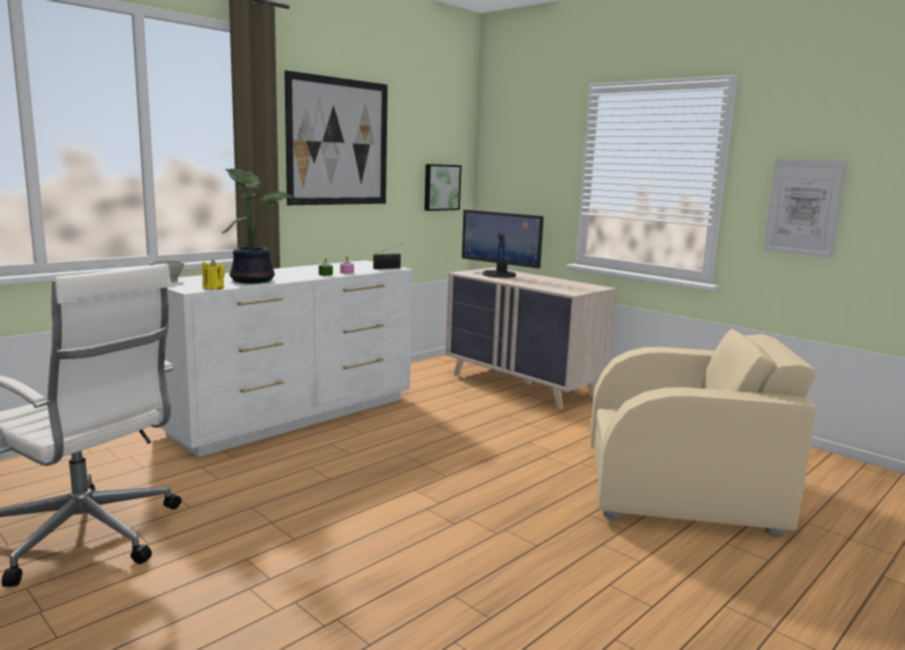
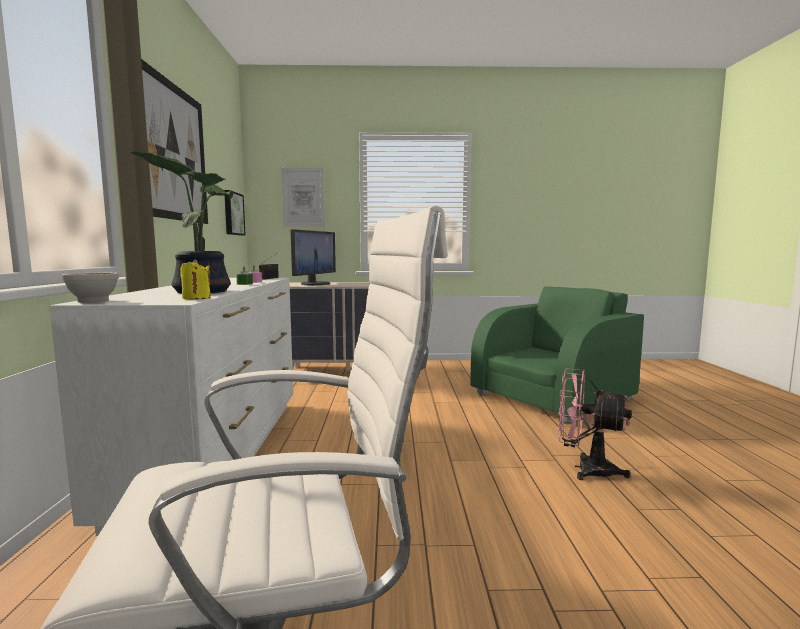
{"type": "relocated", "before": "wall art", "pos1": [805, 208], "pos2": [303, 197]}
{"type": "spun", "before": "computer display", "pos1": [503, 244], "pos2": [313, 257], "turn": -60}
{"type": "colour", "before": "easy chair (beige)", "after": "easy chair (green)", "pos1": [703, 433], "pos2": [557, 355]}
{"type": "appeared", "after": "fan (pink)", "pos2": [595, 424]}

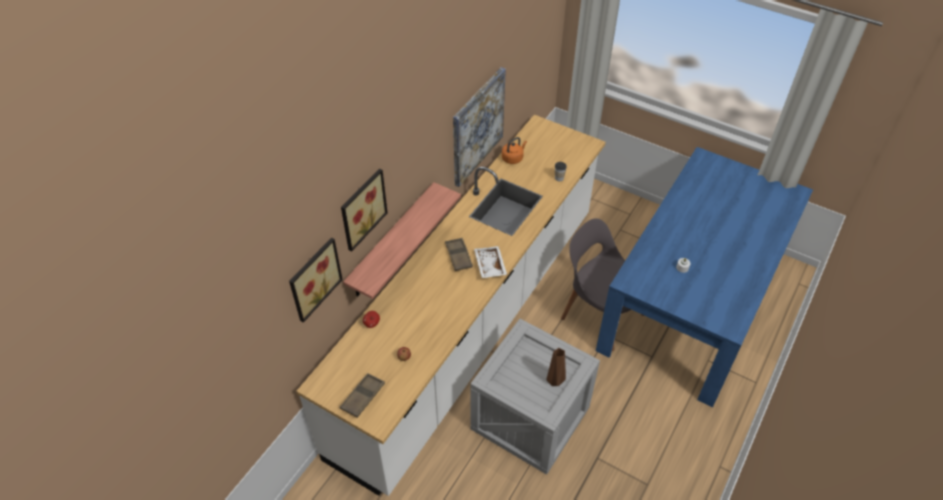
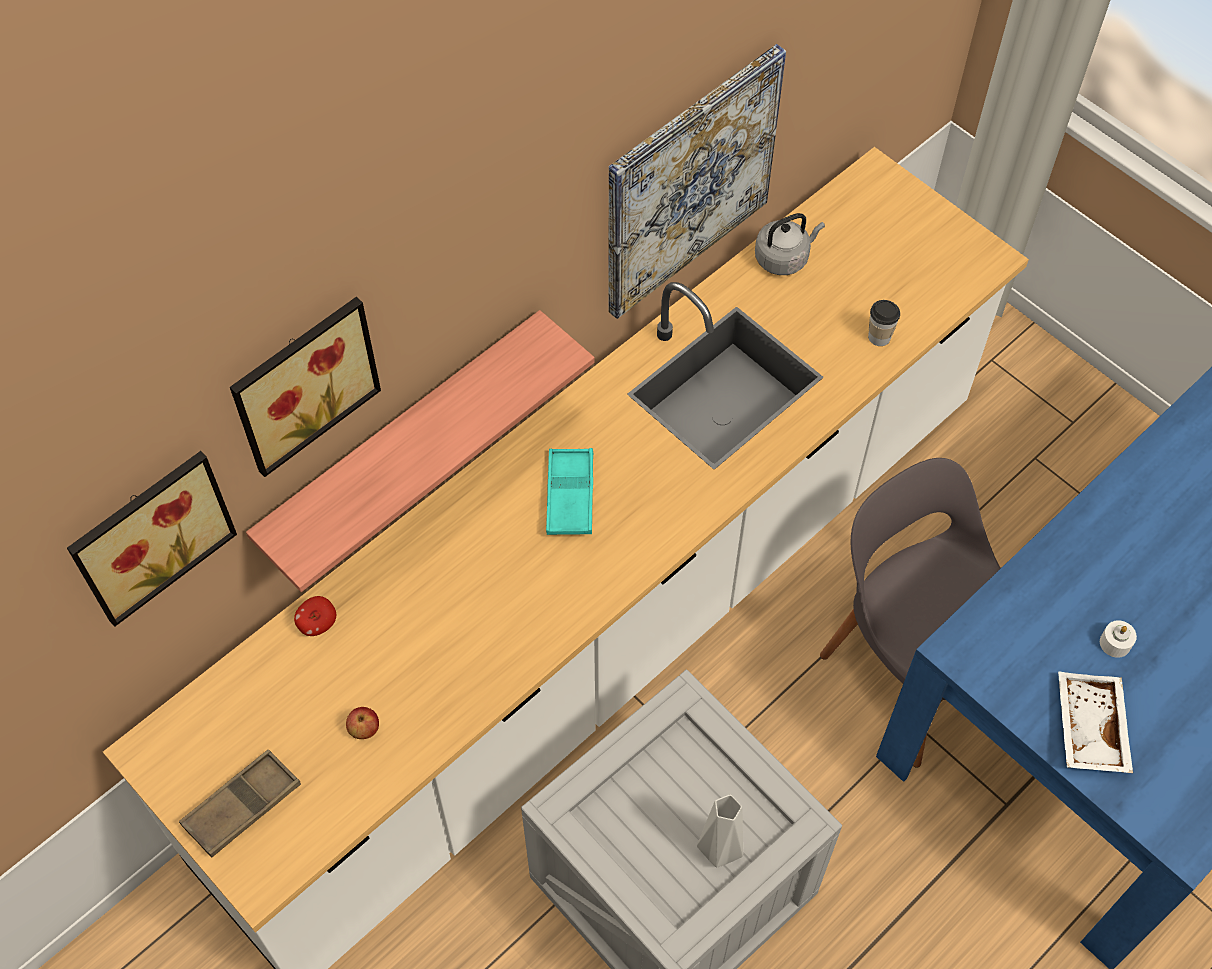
{"type": "colour", "before": "tea kettle (orangey)", "after": "tea kettle (gray)", "pos1": [514, 150], "pos2": [790, 244]}
{"type": "colour", "before": "serving tray (brownish)", "after": "serving tray (blue-green)", "pos1": [459, 254], "pos2": [569, 491]}
{"type": "relocated", "before": "serving tray (white-coloured)", "pos1": [490, 262], "pos2": [1095, 722]}
{"type": "colour", "before": "decorative vase (brownish)", "after": "decorative vase (gray)", "pos1": [556, 367], "pos2": [720, 830]}

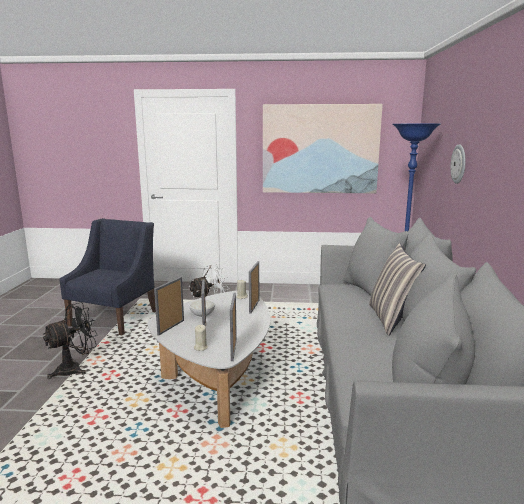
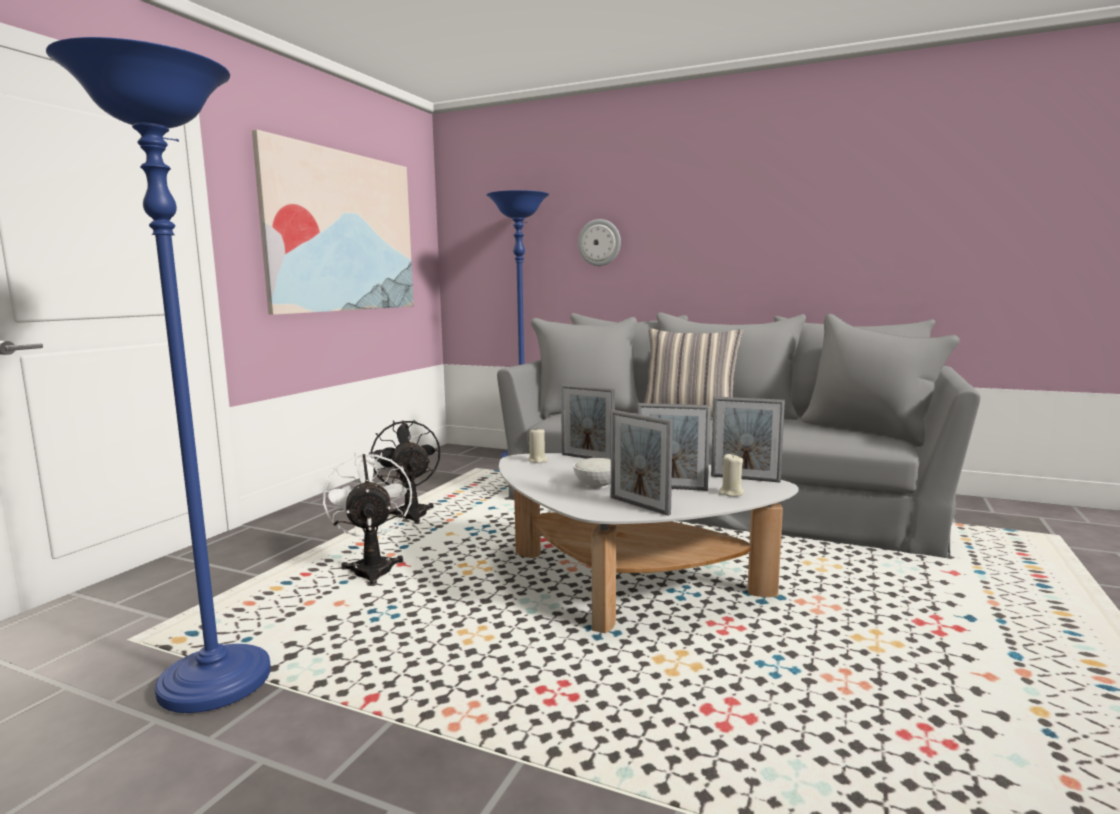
{"type": "exchanged", "before": "easy chair (bluish)", "after": "standing lamp (bluish)", "pos1": [108, 276], "pos2": [158, 375]}
{"type": "relocated", "before": "fan (black-coloured)", "pos1": [70, 340], "pos2": [404, 472]}

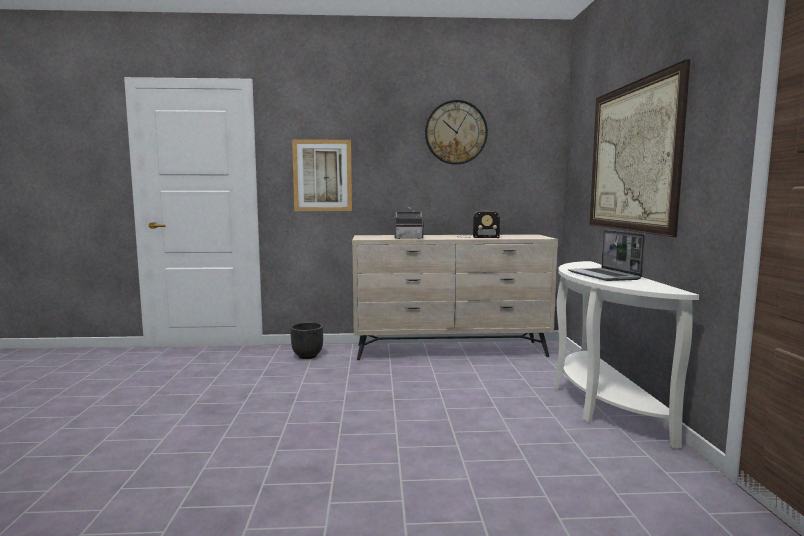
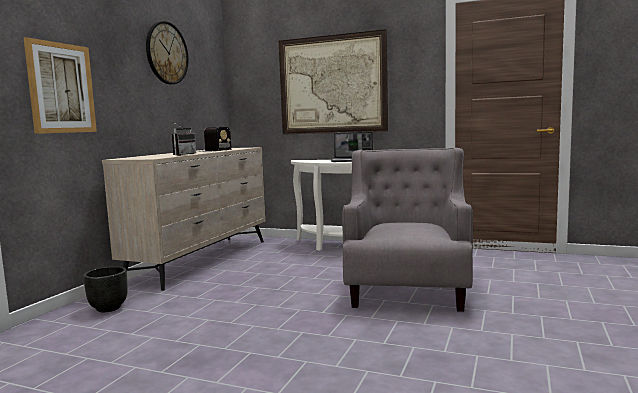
{"type": "appeared", "after": "easy chair (gray)", "pos2": [407, 229]}

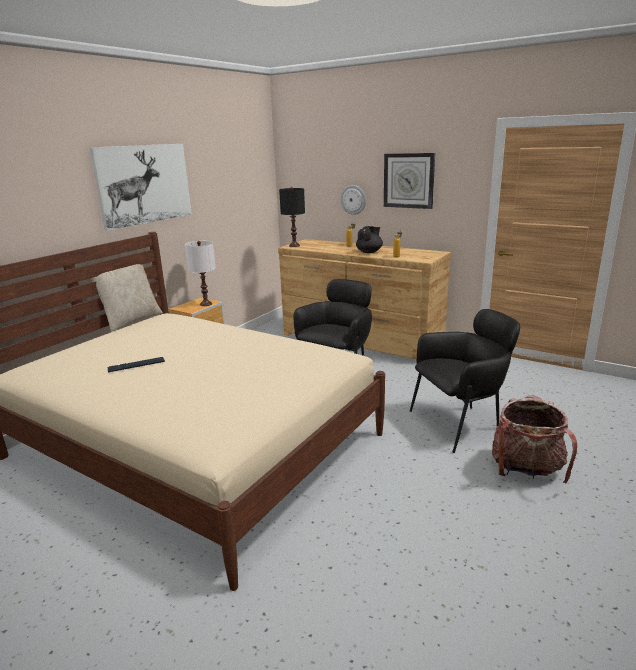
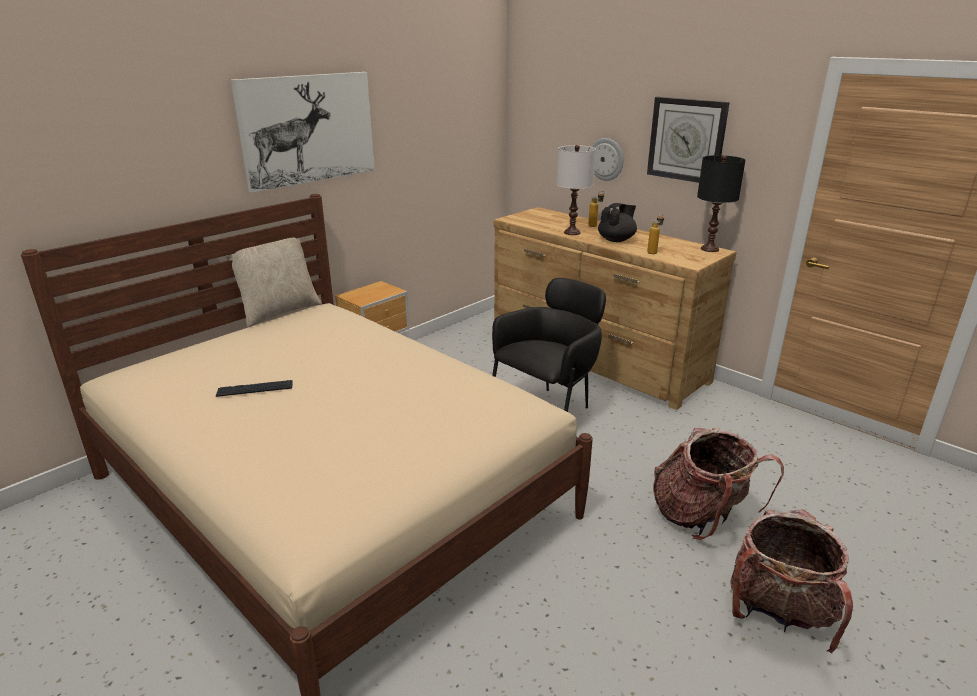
{"type": "relocated", "before": "table lamp (black-coloured)", "pos1": [292, 217], "pos2": [721, 203]}
{"type": "relocated", "before": "table lamp (white-coloured)", "pos1": [200, 273], "pos2": [576, 190]}
{"type": "exchanged", "before": "easy chair (black-coloured)", "after": "rucksack", "pos1": [464, 381], "pos2": [718, 484]}

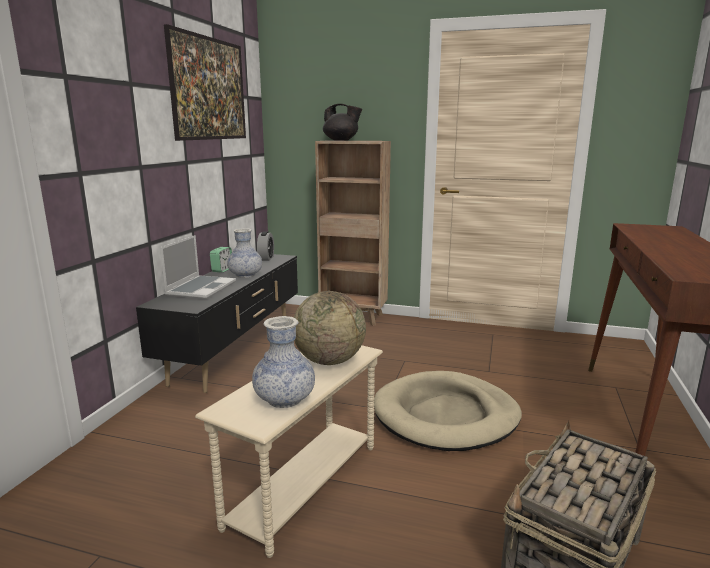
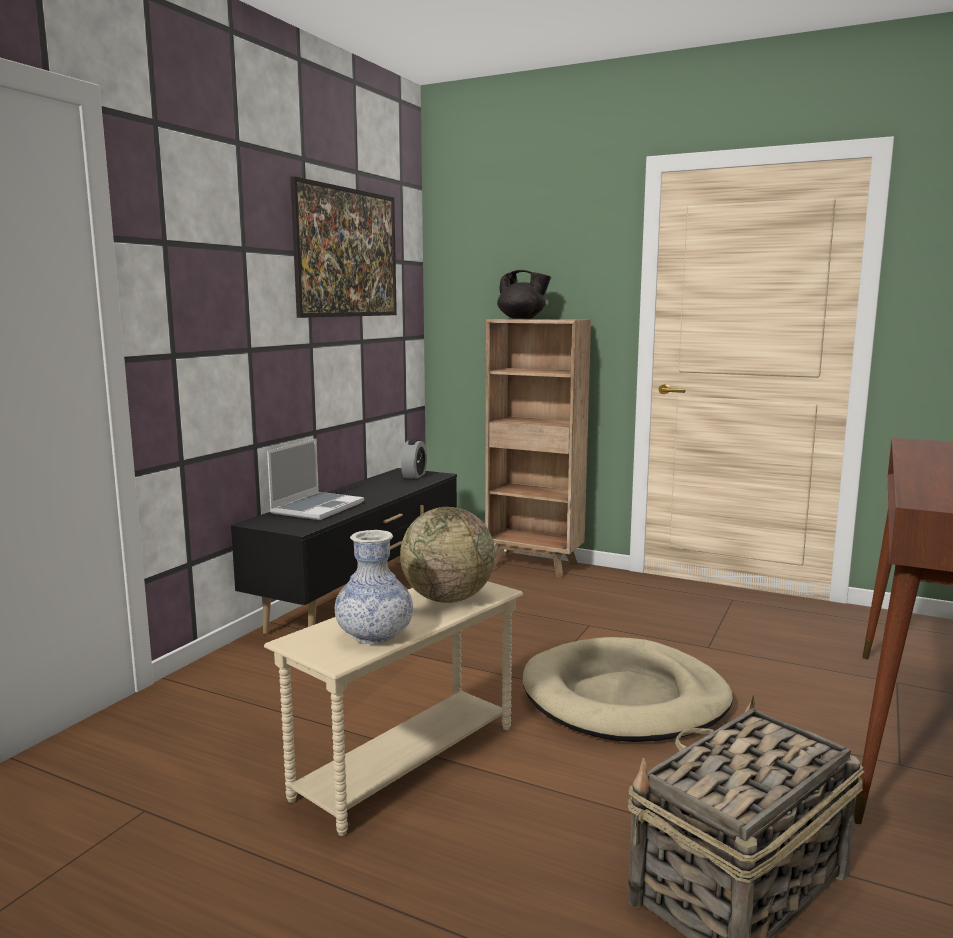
{"type": "missing", "before": "decorative vase", "pos1": [244, 253]}
{"type": "missing", "before": "alarm clock", "pos1": [221, 260]}

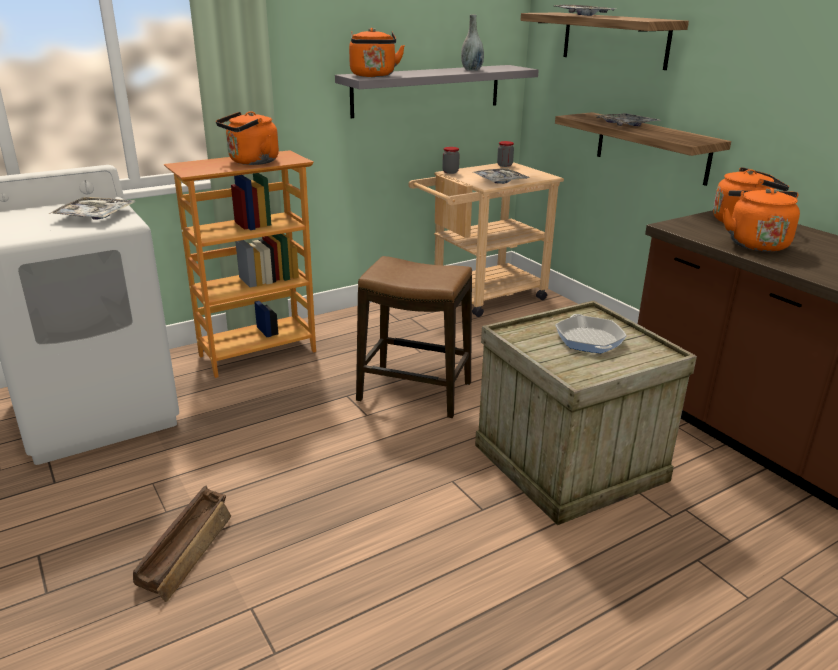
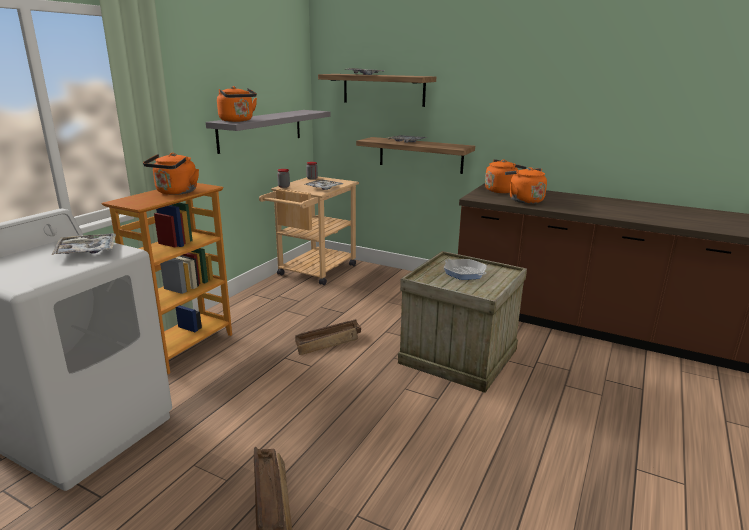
{"type": "missing", "before": "decorative vase (gray)", "pos1": [472, 42]}
{"type": "exchanged", "before": "sitting stool", "after": "crate", "pos1": [414, 337], "pos2": [328, 337]}

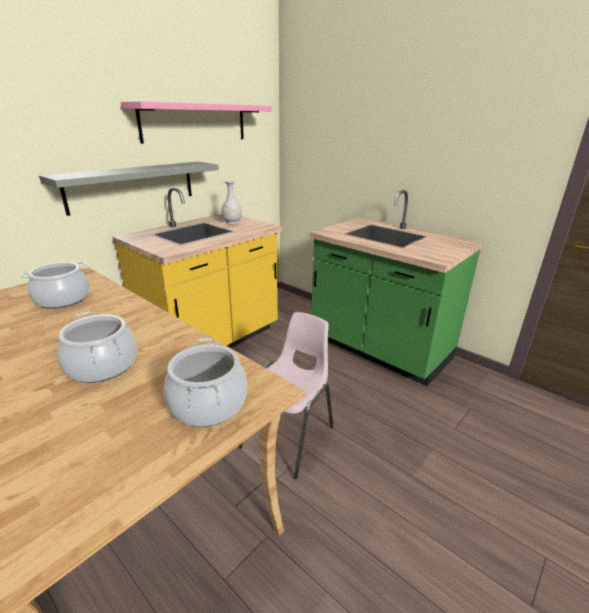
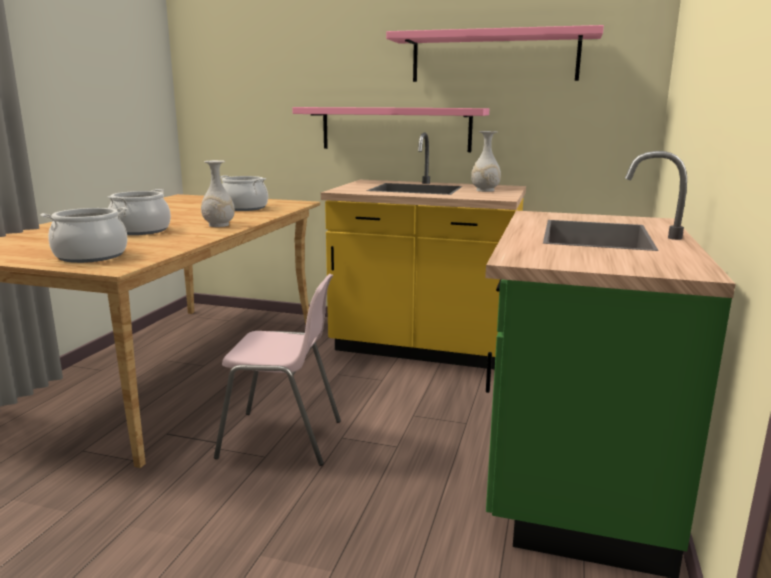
{"type": "colour", "before": "shelf (gray)", "after": "shelf (pink)", "pos1": [129, 189], "pos2": [390, 129]}
{"type": "appeared", "after": "decorative vase (white-coloured)", "pos2": [218, 193]}

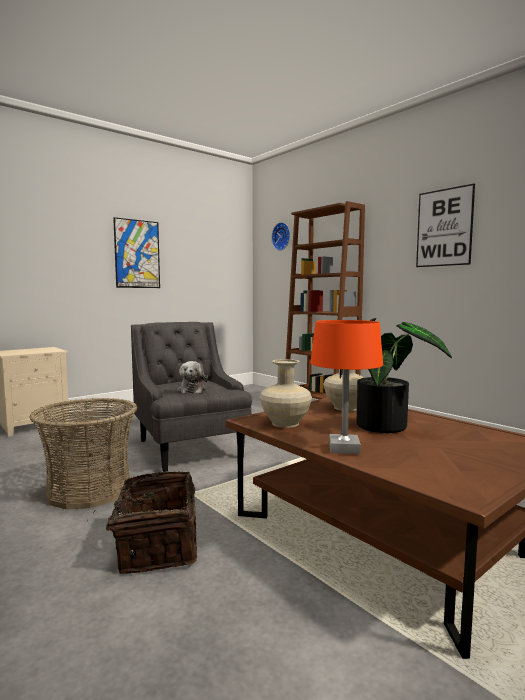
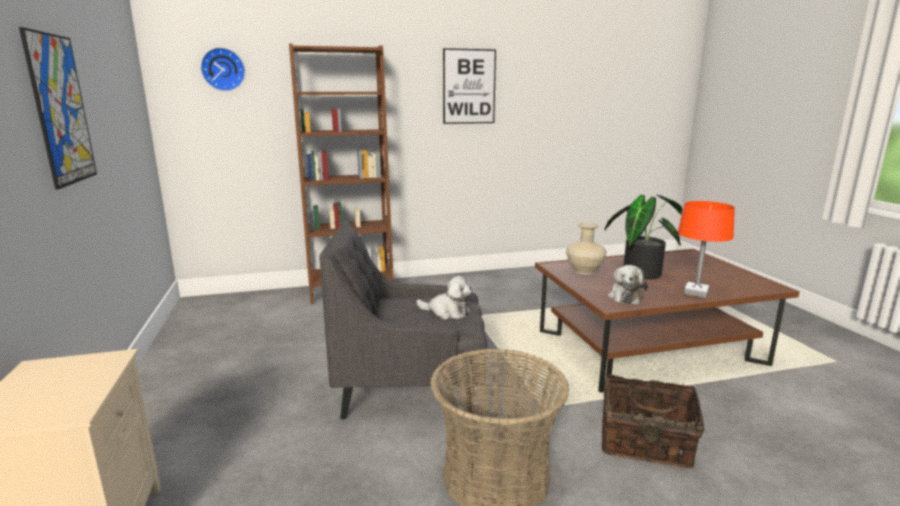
{"type": "exchanged", "before": "decorative vase (beige)", "after": "cuddly toy", "pos1": [286, 393], "pos2": [628, 284]}

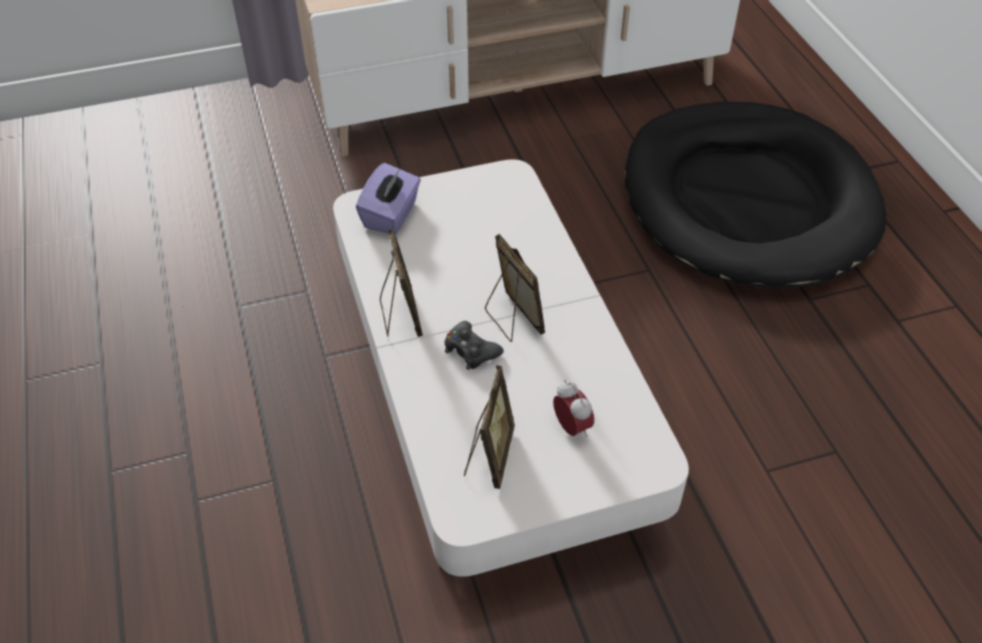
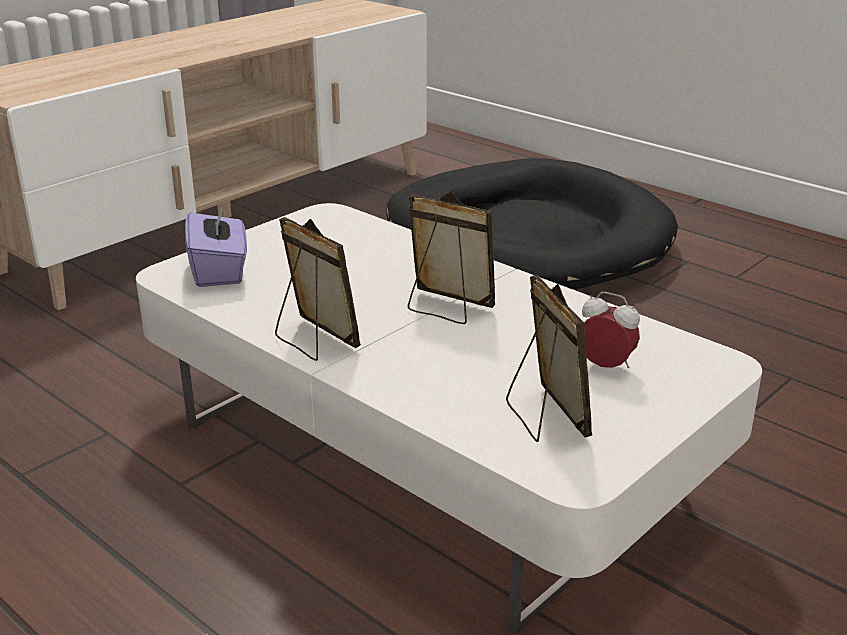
{"type": "missing", "before": "joypad (black-coloured)", "pos1": [474, 345]}

